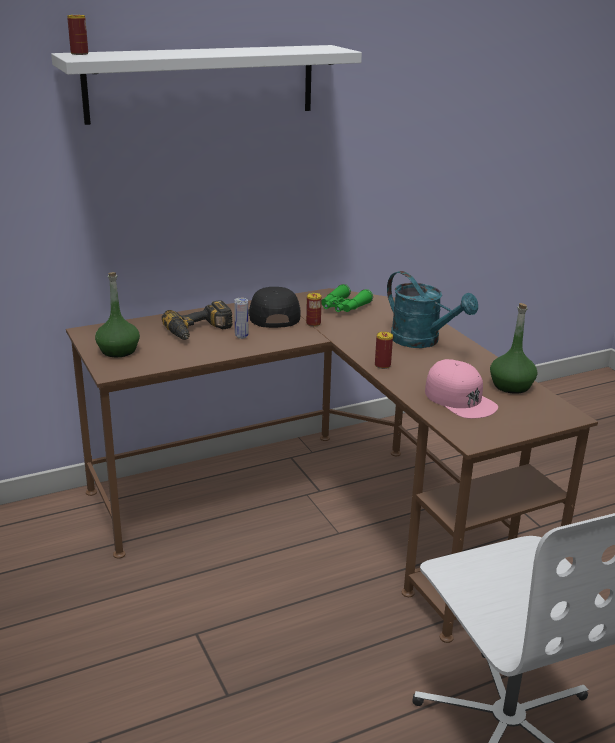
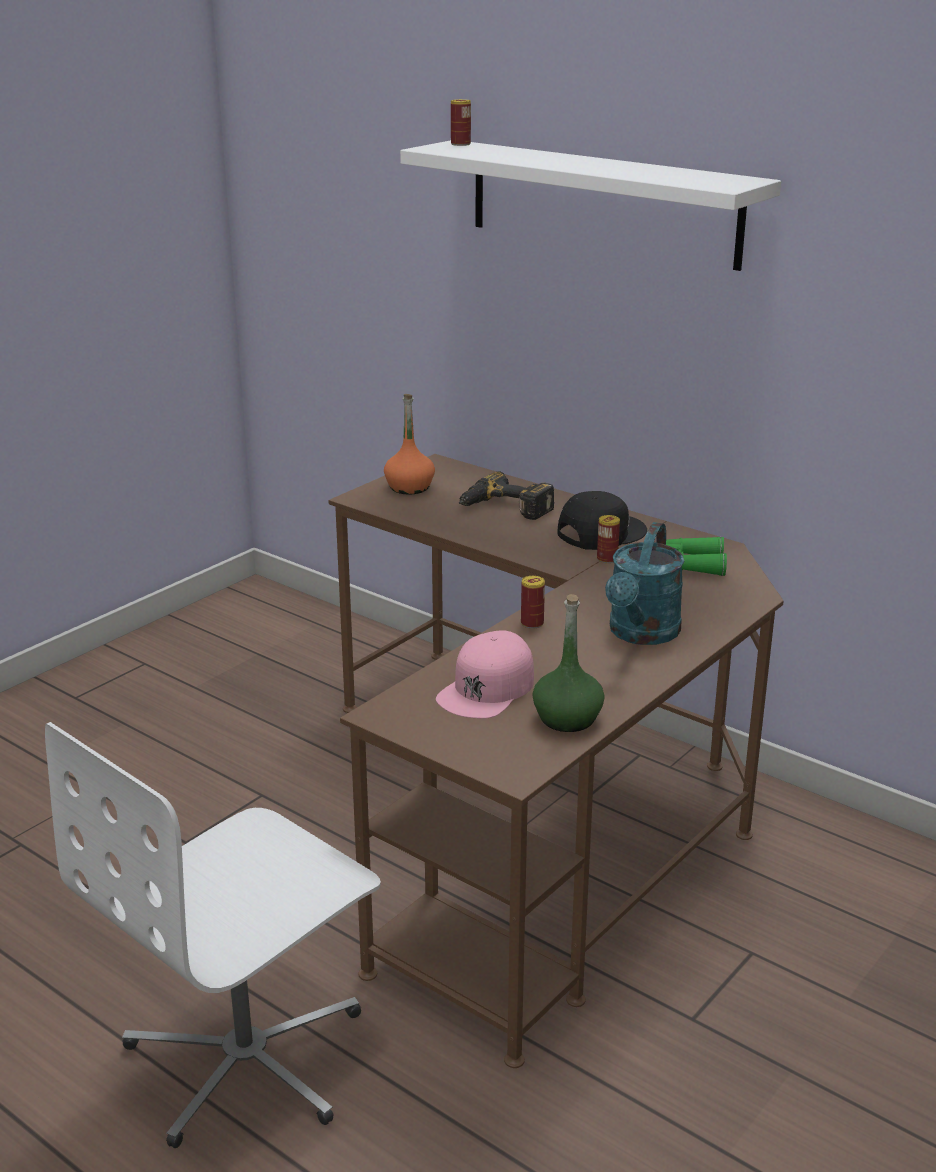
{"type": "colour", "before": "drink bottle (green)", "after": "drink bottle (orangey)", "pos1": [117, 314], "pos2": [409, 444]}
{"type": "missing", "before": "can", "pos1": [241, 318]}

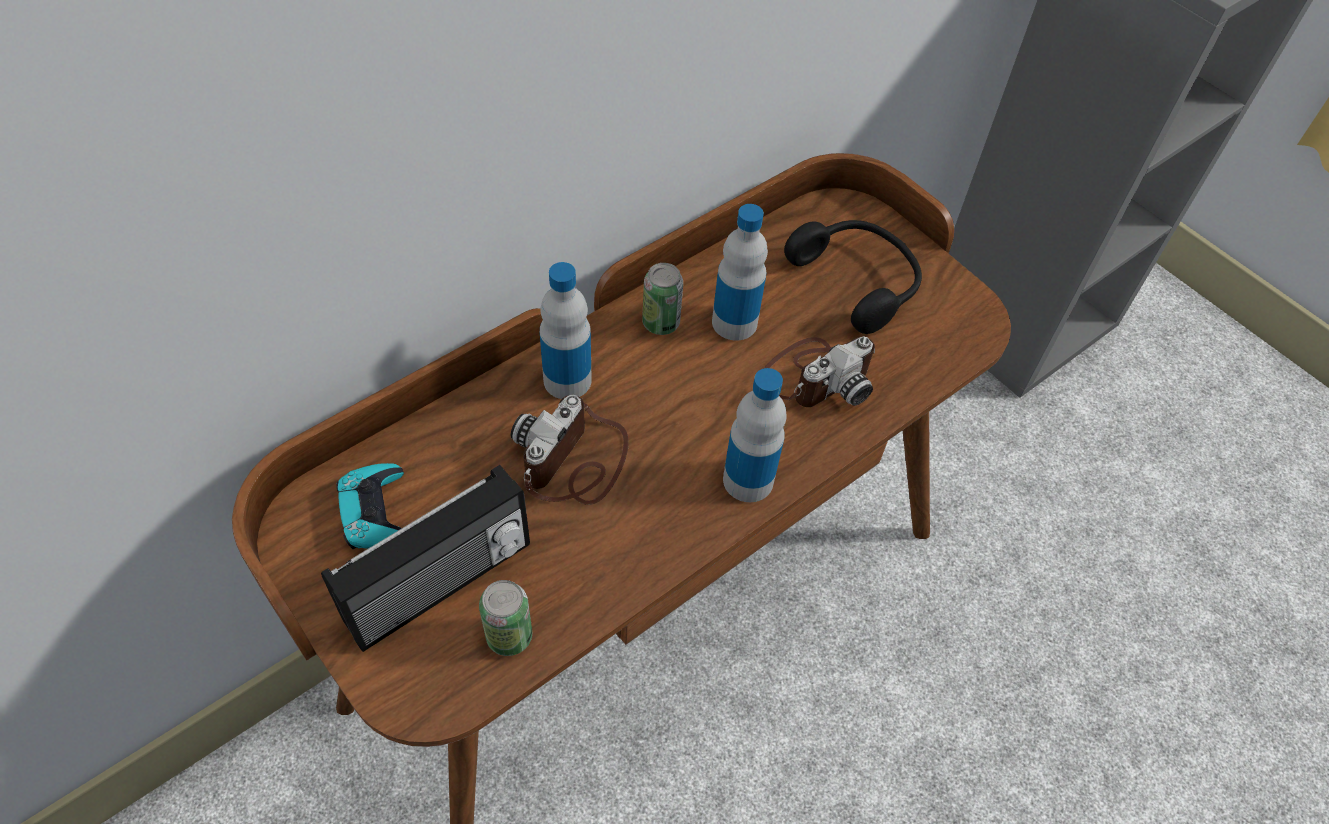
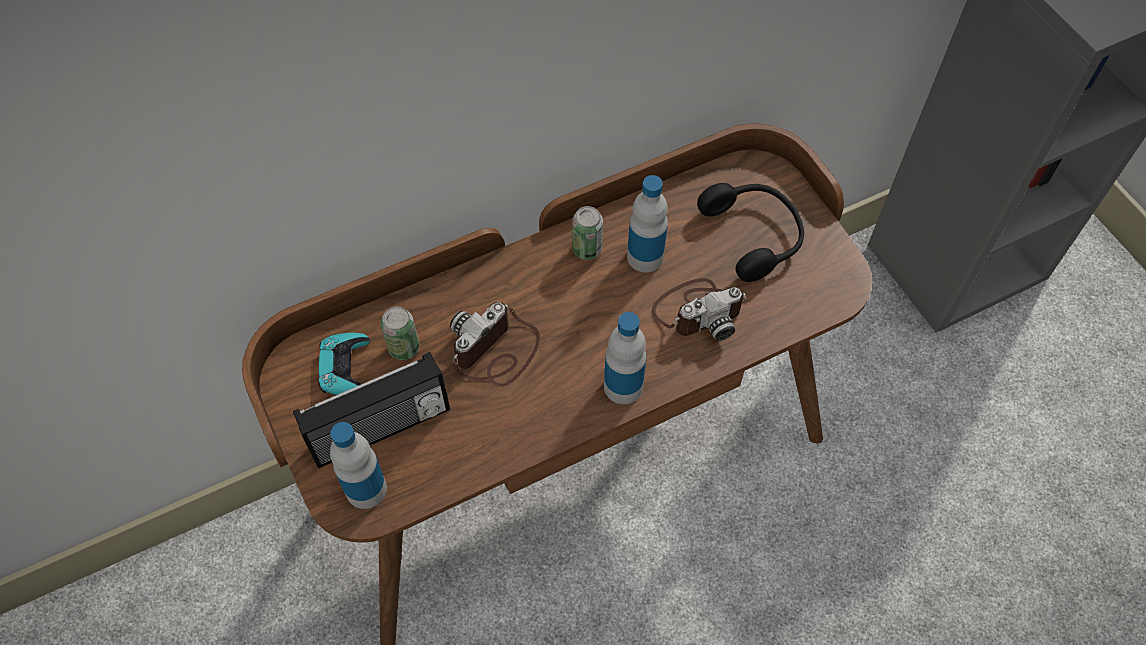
{"type": "relocated", "before": "drink bottle", "pos1": [566, 330], "pos2": [358, 465]}
{"type": "relocated", "before": "can", "pos1": [505, 618], "pos2": [400, 333]}

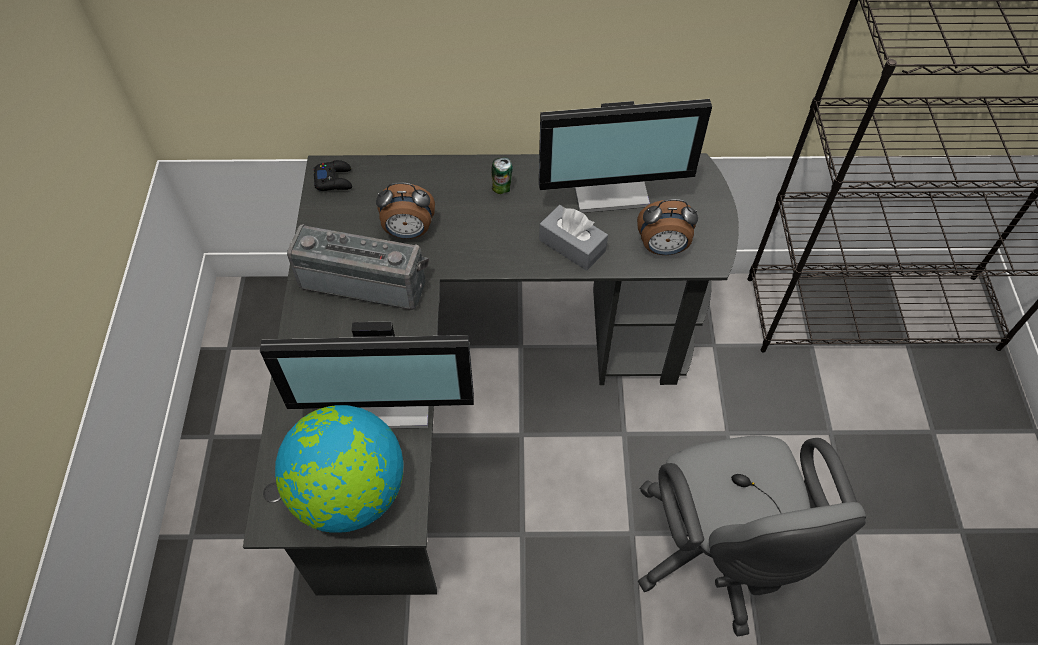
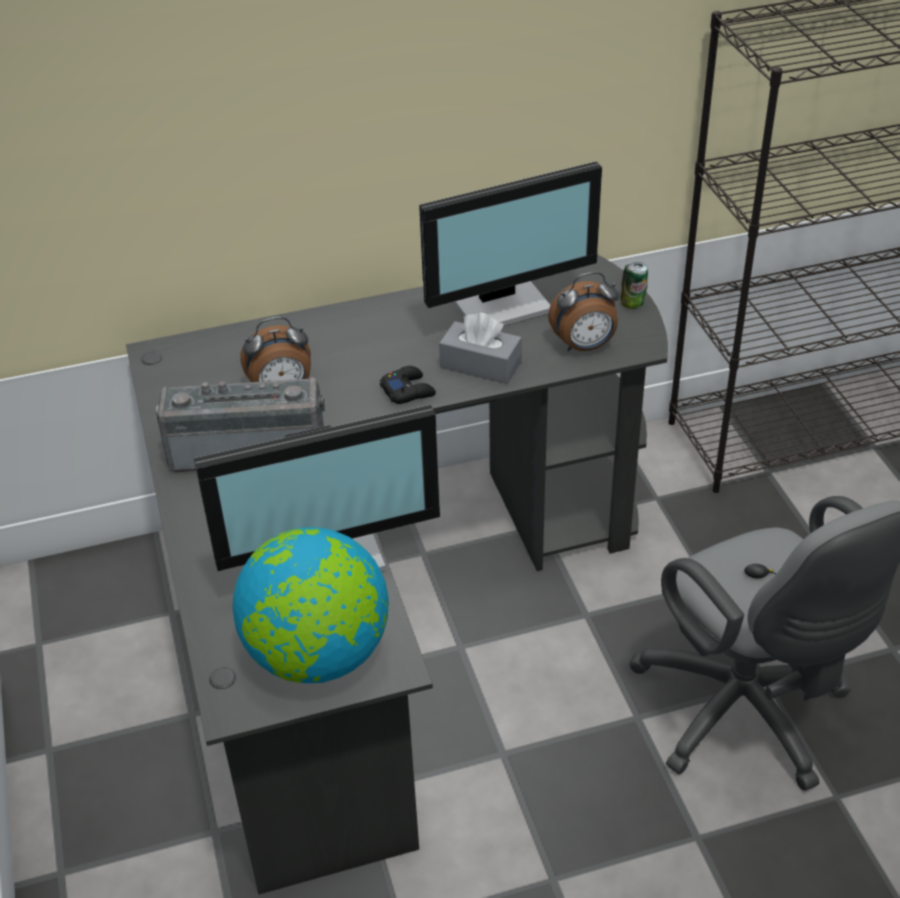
{"type": "relocated", "before": "can", "pos1": [502, 175], "pos2": [634, 285]}
{"type": "relocated", "before": "joypad (black-coloured)", "pos1": [332, 175], "pos2": [408, 385]}

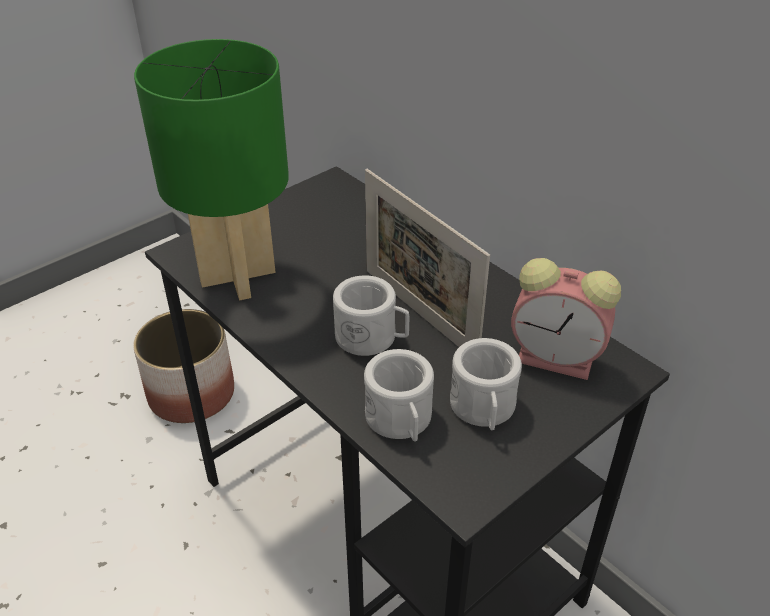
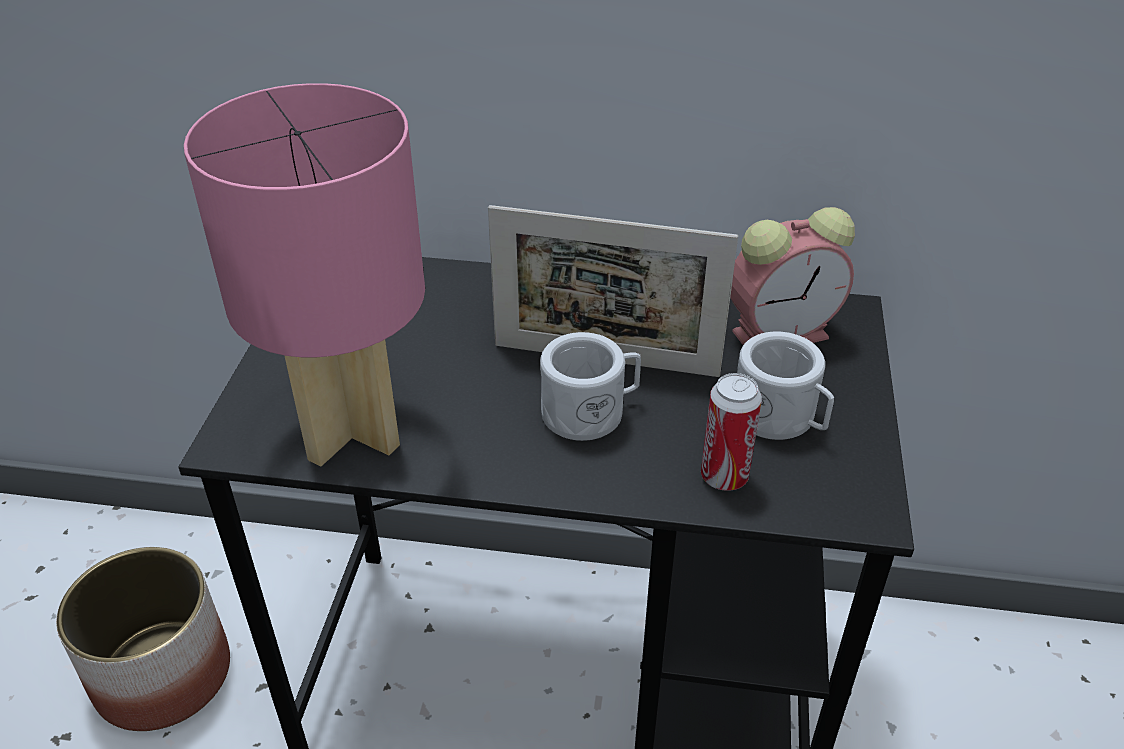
{"type": "colour", "before": "table lamp (green)", "after": "table lamp (pink)", "pos1": [211, 169], "pos2": [304, 275]}
{"type": "exchanged", "before": "mug (white-coloured)", "after": "can", "pos1": [399, 395], "pos2": [731, 432]}

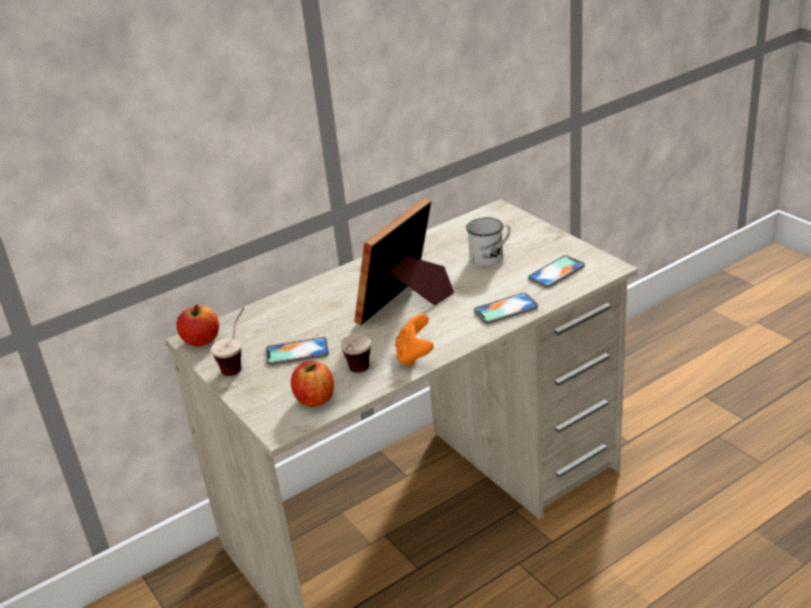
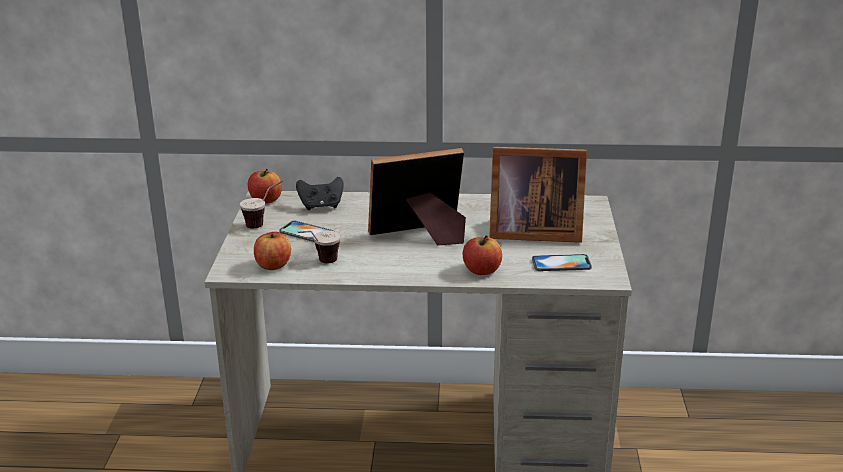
{"type": "exchanged", "before": "mug (white-coloured)", "after": "photo frame", "pos1": [488, 241], "pos2": [538, 195]}
{"type": "exchanged", "before": "handset", "after": "whole apple", "pos1": [506, 308], "pos2": [482, 255]}
{"type": "missing", "before": "joypad (orangey)", "pos1": [414, 340]}
{"type": "appeared", "after": "joypad (black-coloured)", "pos2": [320, 193]}

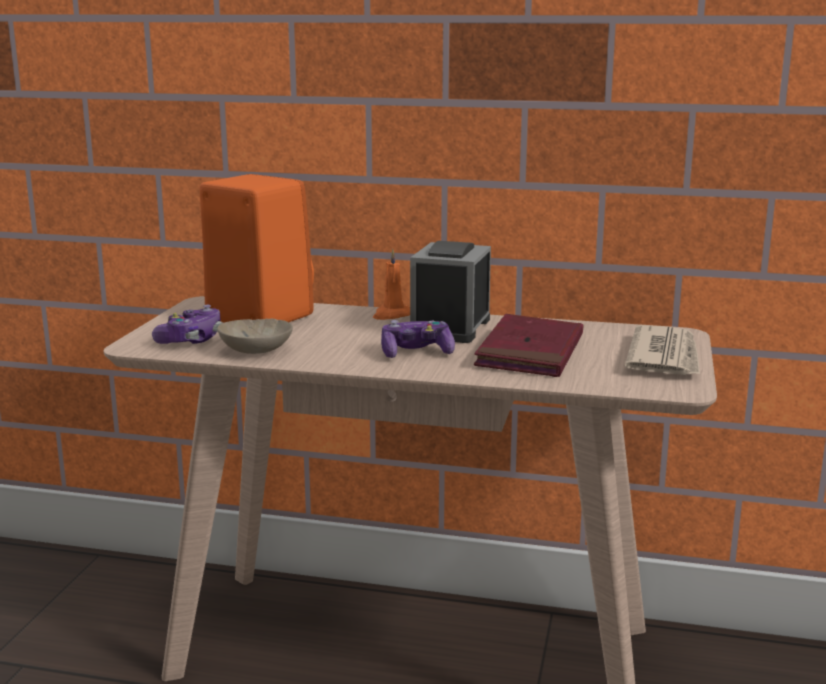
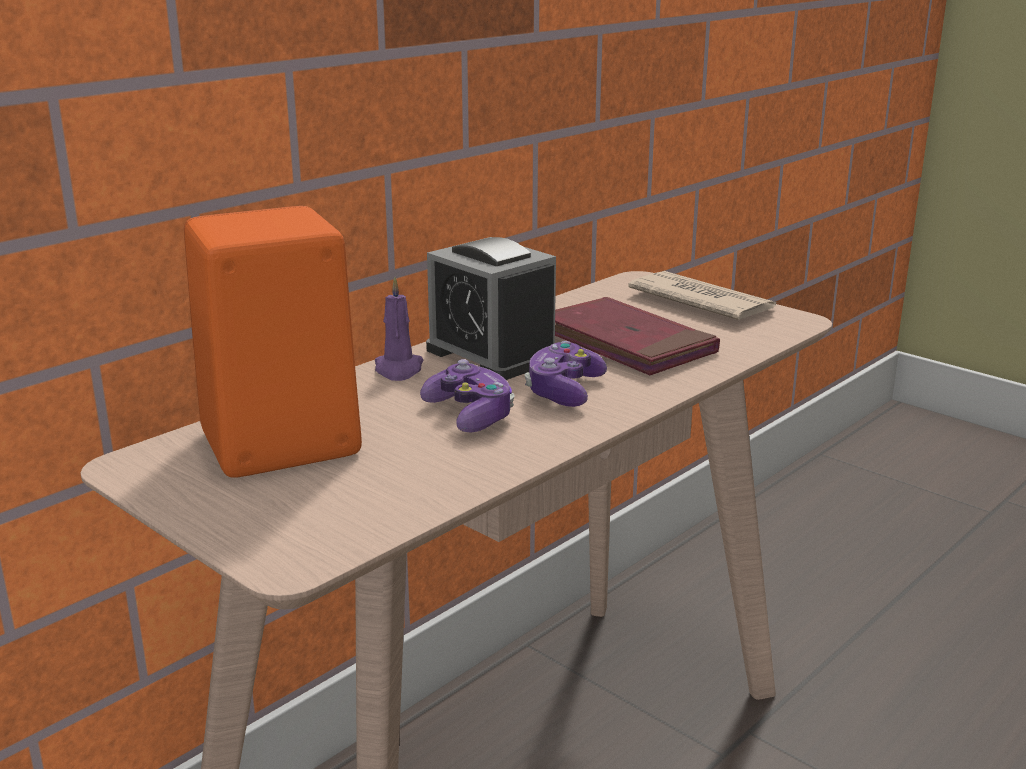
{"type": "colour", "before": "wax light (orangey)", "after": "wax light (purple)", "pos1": [391, 284], "pos2": [399, 328]}
{"type": "relocated", "before": "joypad", "pos1": [187, 324], "pos2": [467, 396]}
{"type": "missing", "before": "bowl (beige)", "pos1": [255, 336]}

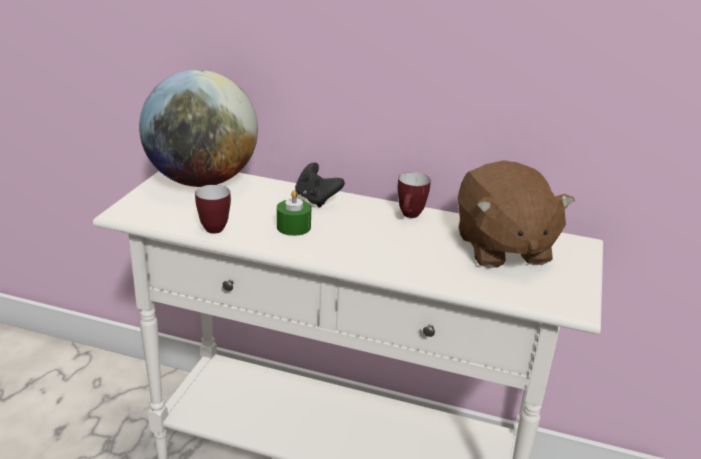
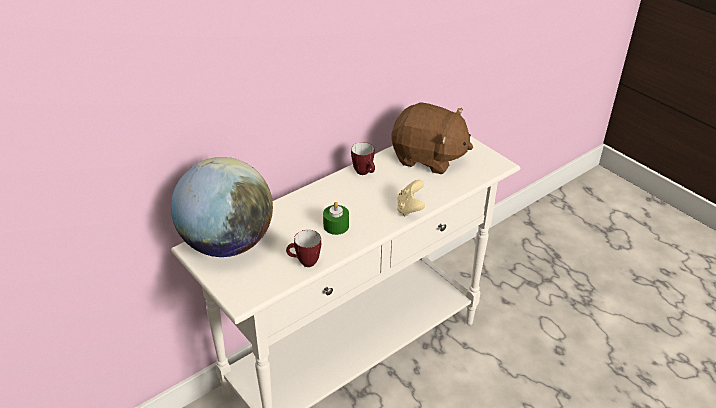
{"type": "missing", "before": "joypad (black-coloured)", "pos1": [320, 185]}
{"type": "appeared", "after": "joypad (beige)", "pos2": [411, 198]}

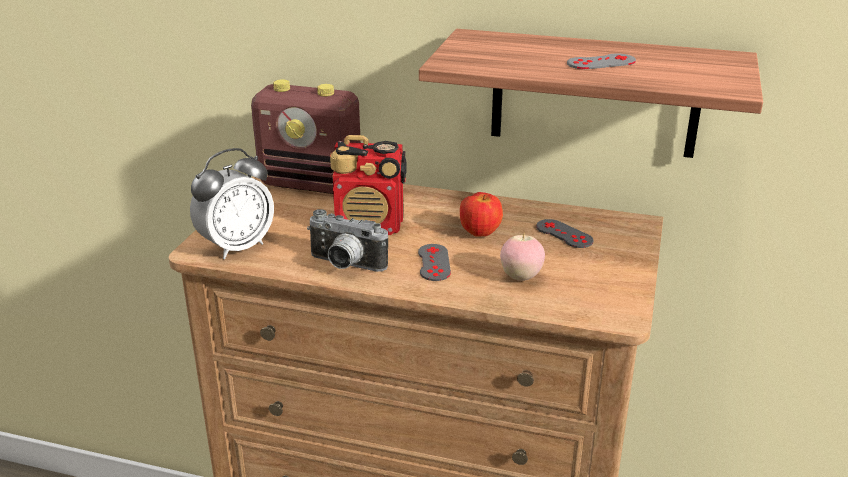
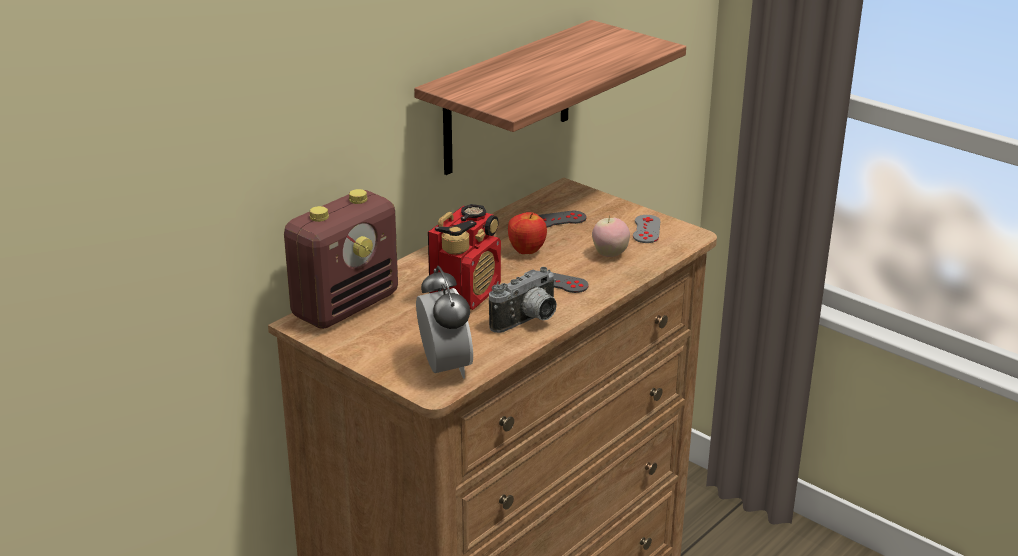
{"type": "relocated", "before": "joypad (gray)", "pos1": [601, 61], "pos2": [647, 229]}

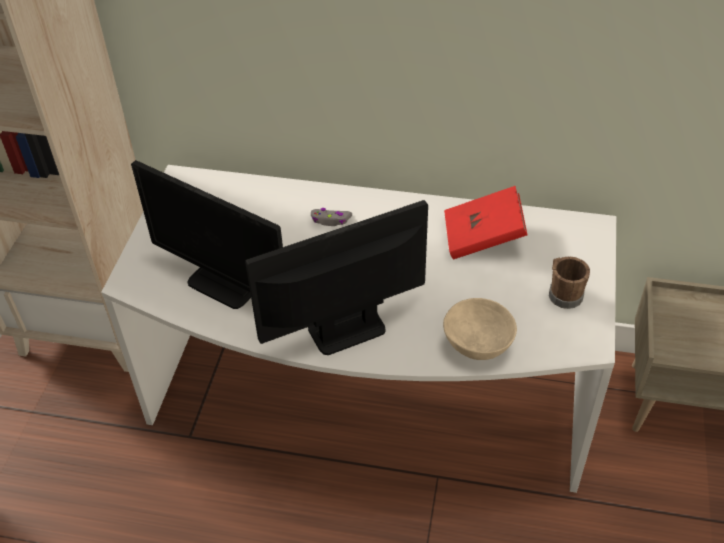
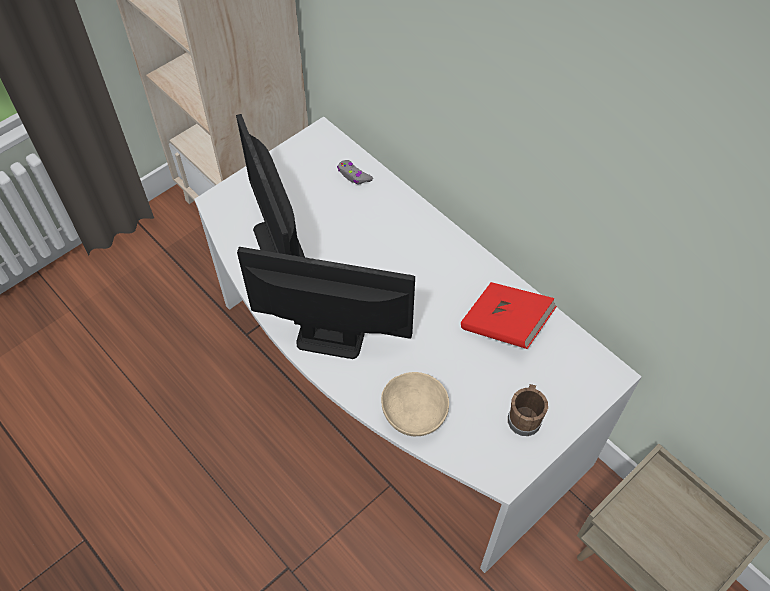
{"type": "relocated", "before": "joypad (gray)", "pos1": [331, 217], "pos2": [355, 172]}

